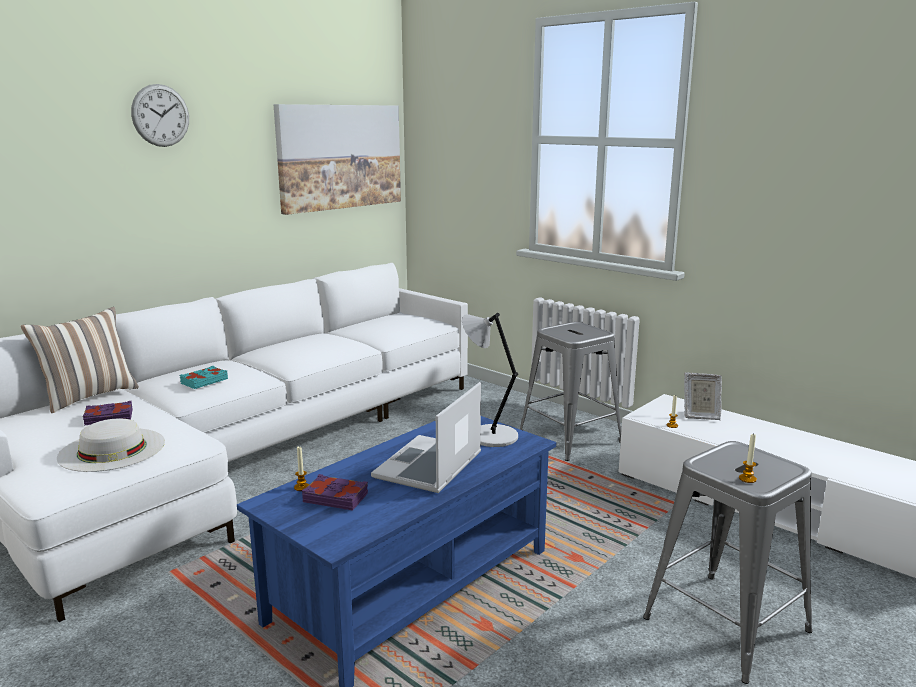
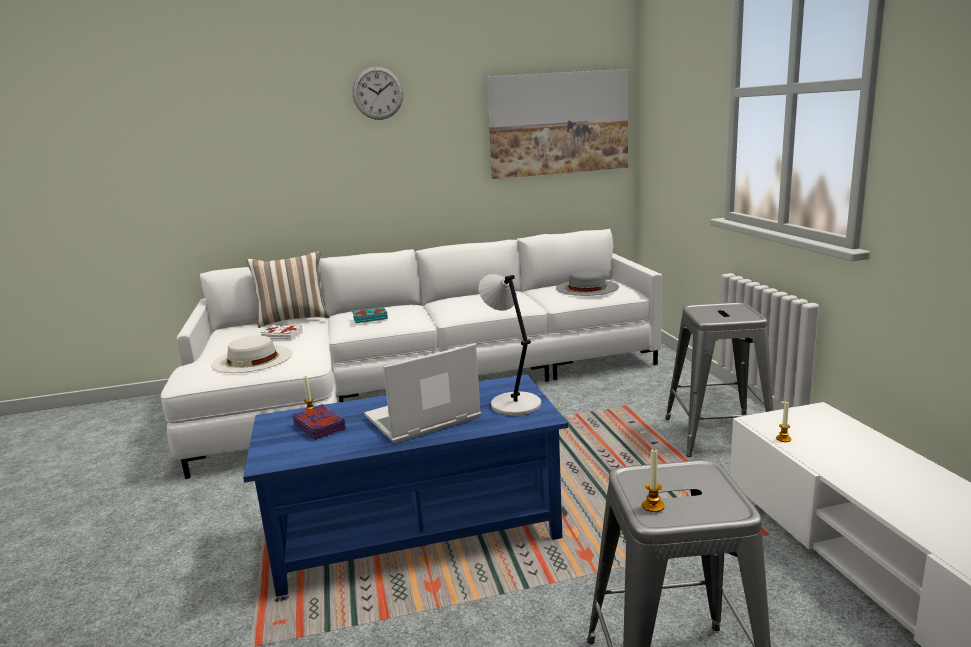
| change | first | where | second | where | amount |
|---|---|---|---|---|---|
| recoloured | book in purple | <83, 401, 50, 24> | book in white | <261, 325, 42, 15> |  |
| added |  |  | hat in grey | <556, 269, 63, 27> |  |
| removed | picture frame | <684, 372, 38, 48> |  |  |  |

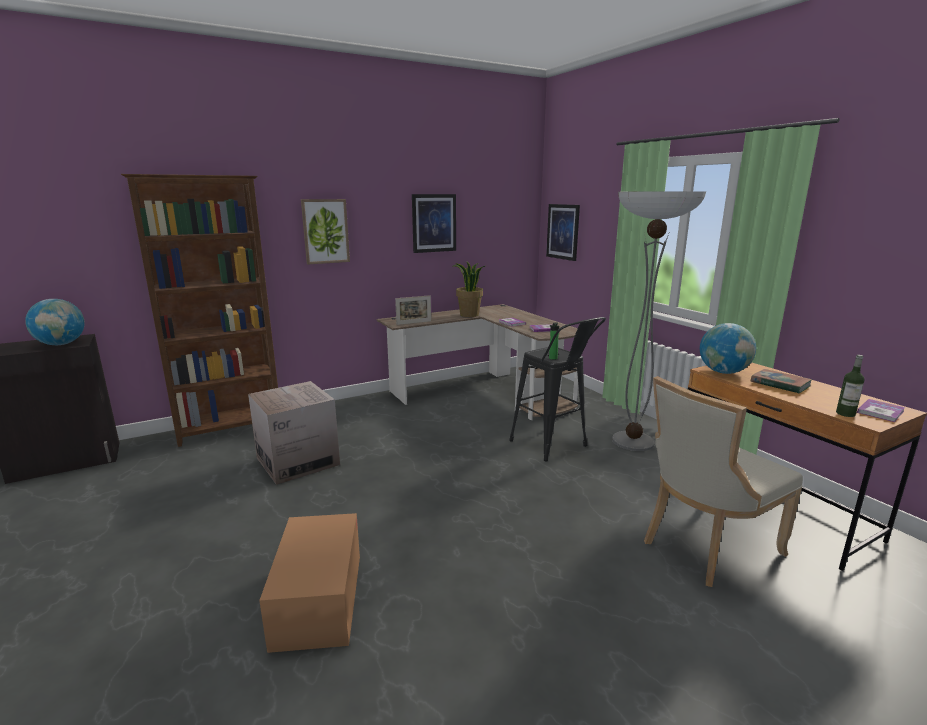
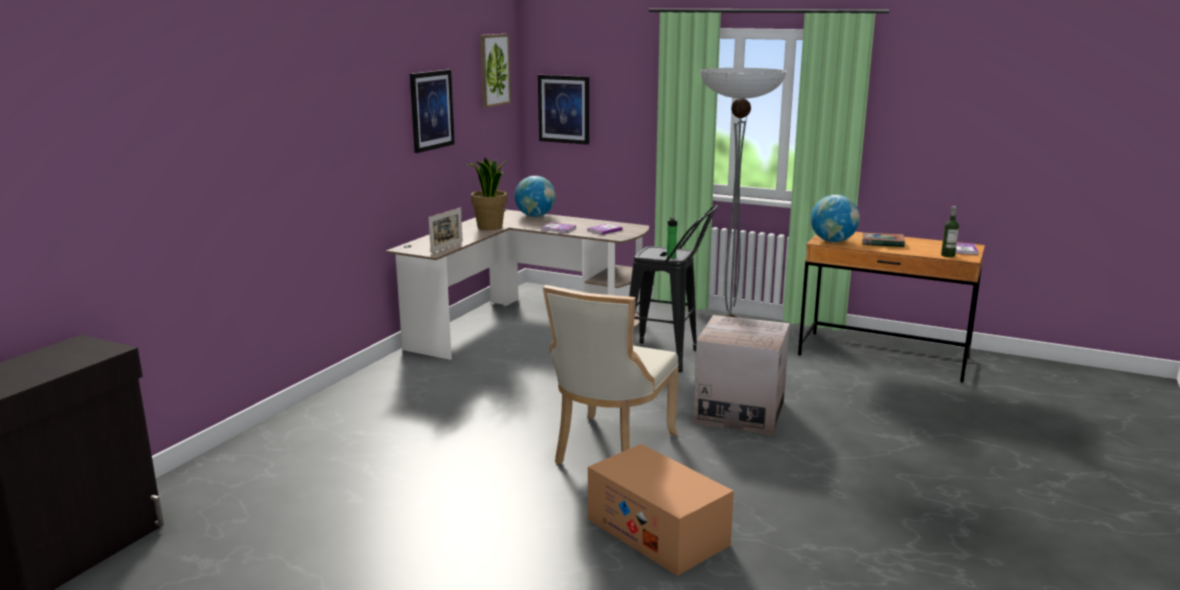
| change | first | where | second | where | amount |
|---|---|---|---|---|---|
| moved | picture | <301, 199, 49, 65> |  | <480, 34, 31, 74> |  |
| moved | globe | <25, 299, 60, 46> |  | <515, 176, 41, 41> |  |
| moved | chair in beige | <644, 376, 159, 211> |  | <543, 285, 136, 179> |  |
| moved | cardboard box | <248, 381, 92, 104> |  | <693, 315, 97, 120> |  |
| removed | bookcase in brown | <121, 174, 157, 273> |  |  |  |

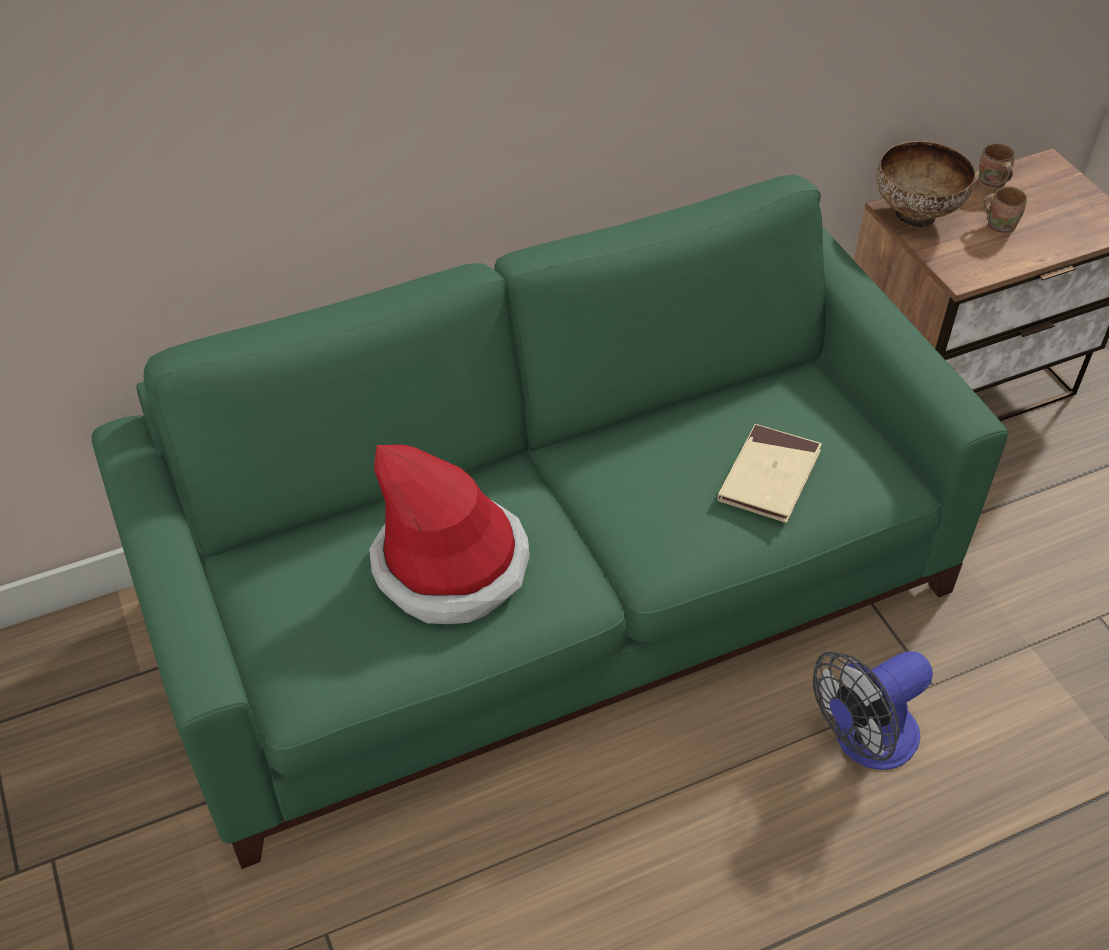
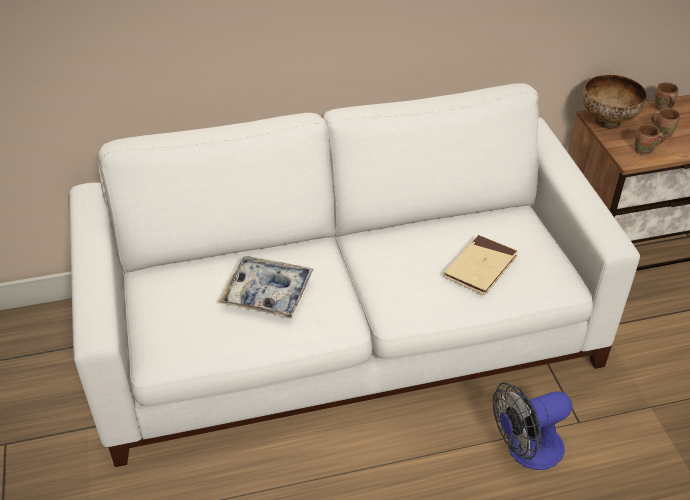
| change | first | where | second | where | amount |
|---|---|---|---|---|---|
| recoloured | sofa in green | <92, 174, 916, 695> | sofa in white | <69, 83, 571, 384> |  |
| replaced | hat | <369, 445, 161, 179> | tray | <218, 256, 96, 63> |  |
| added |  |  | mug in brown | <635, 124, 30, 31> |  |

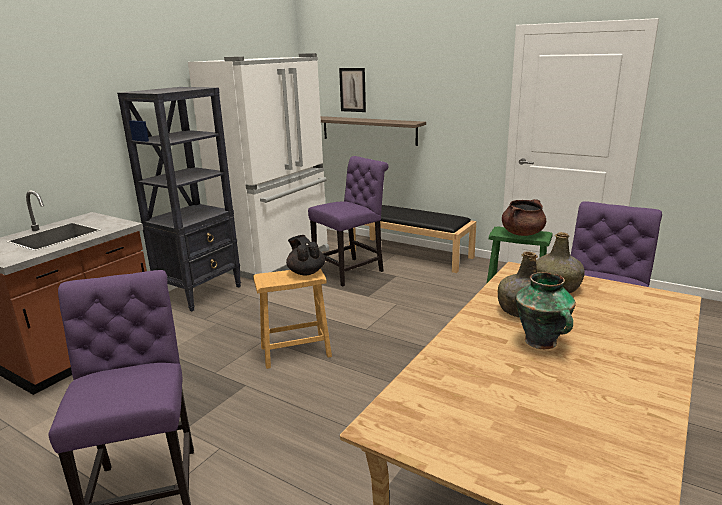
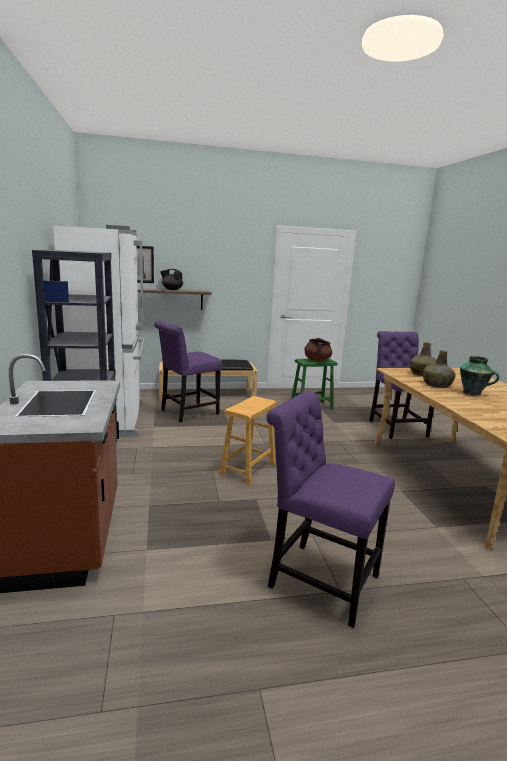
| change | first | where | second | where | amount |
|---|---|---|---|---|---|
| turned | chair in purple | <308, 156, 81, 131> |  | <154, 320, 68, 103> | 135 degrees counterclockwise |
| moved | teapot in black | <286, 235, 39, 40> |  | <160, 269, 23, 21> |  |

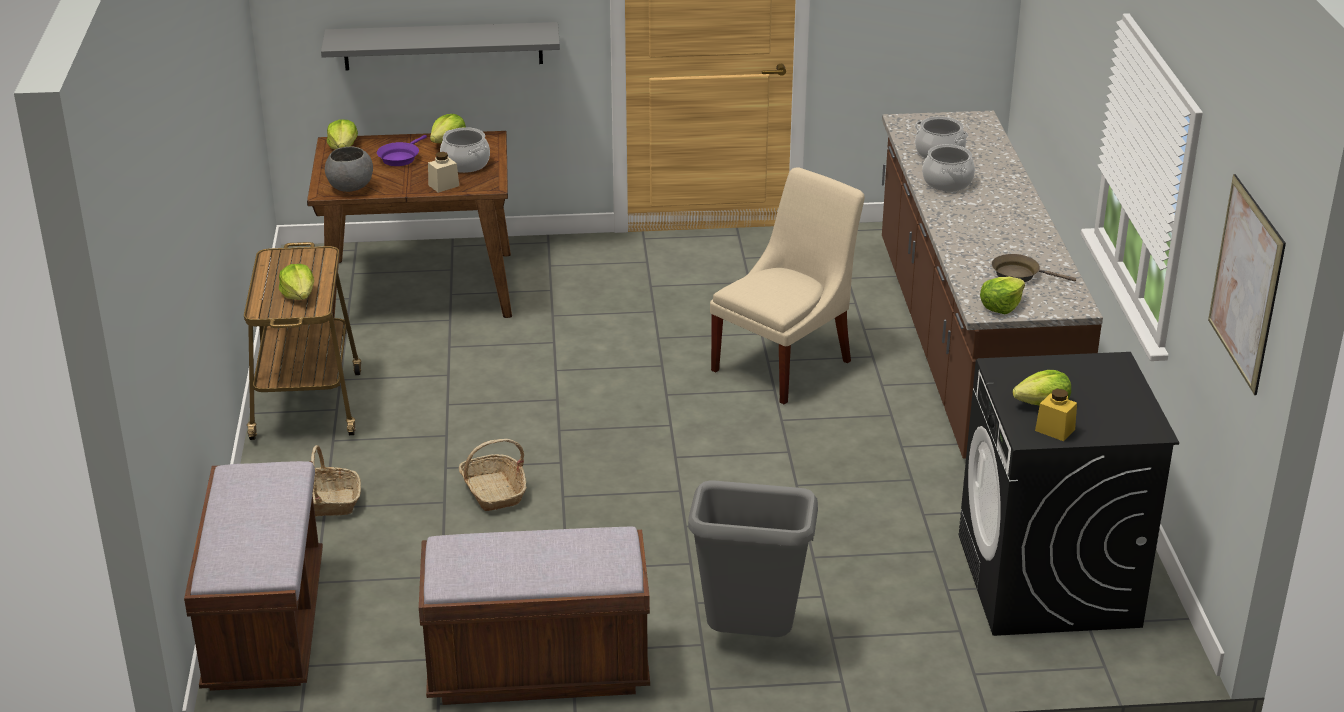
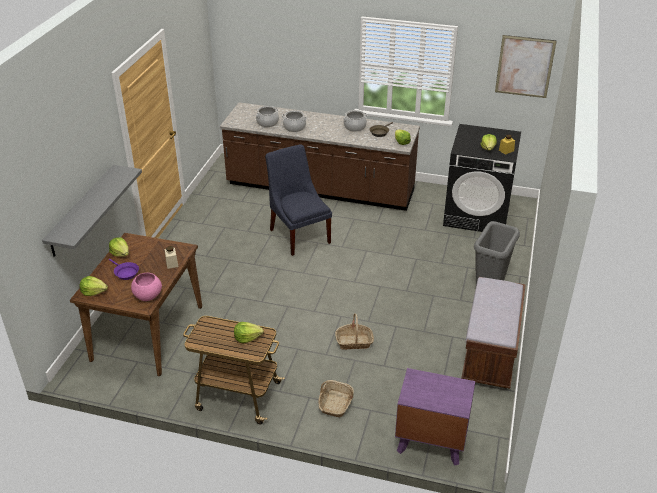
| change | first | where | second | where | amount |
|---|---|---|---|---|---|
| recoloured | bowl in grey | <325, 147, 48, 45> | bowl in pink | <131, 273, 31, 28> |  |
| recoloured | chair in beige | <710, 167, 155, 237> | chair in blue | <265, 144, 67, 112> |  |
| moved | cooking pot | <440, 127, 50, 46> |  | <343, 110, 24, 22> |  |
| replaced | bench in brown | <184, 461, 139, 230> | nightstand in purple | <395, 368, 80, 98> |  |

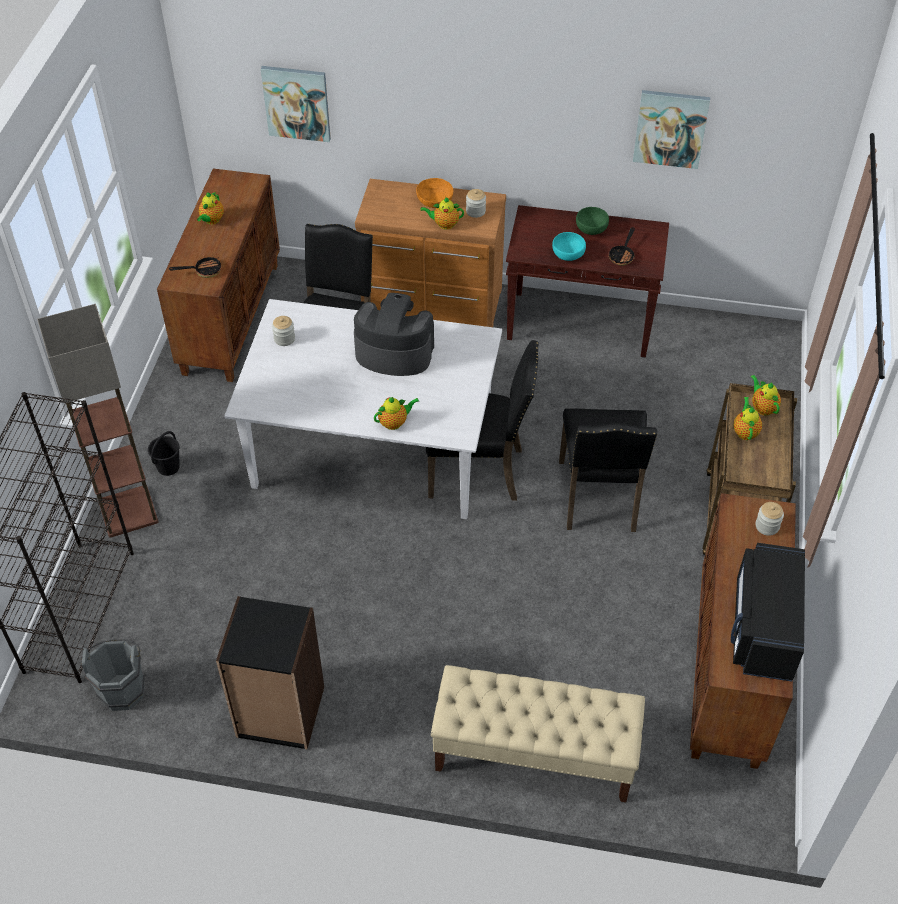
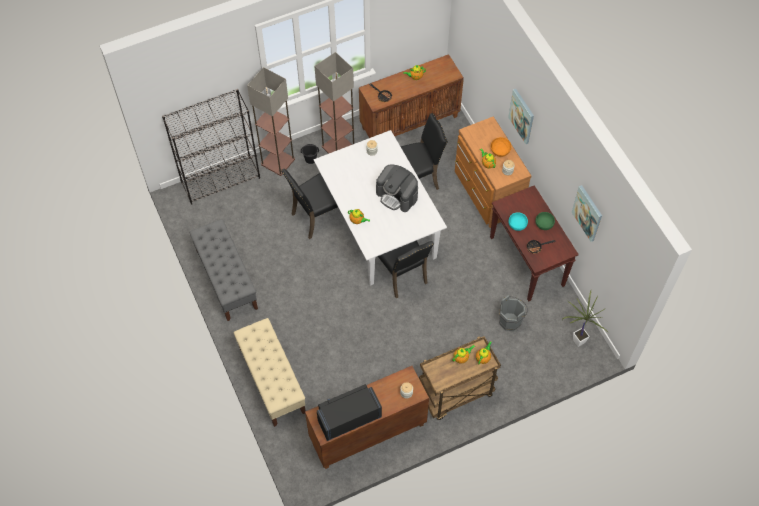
| change | first | where | second | where | amount |
|---|---|---|---|---|---|
| replaced | bookcase in black | <216, 596, 108, 153> | bench in grey | <189, 219, 69, 102> |  |
| moved | chair in black | <559, 408, 98, 124> |  | <281, 169, 57, 70> |  |
| added |  |  | floor lamp | <314, 52, 40, 102> |  |
| turned | coffee machine | <354, 293, 80, 83> |  | <376, 164, 42, 48> | 150 degrees clockwise |
| moved | bucket in grey | <81, 639, 64, 72> |  | <499, 295, 29, 36> |  |
| moved | picture | <261, 66, 70, 76> |  | <508, 89, 26, 55> |  |
| added |  |  | potted plant | <562, 290, 46, 57> |  |

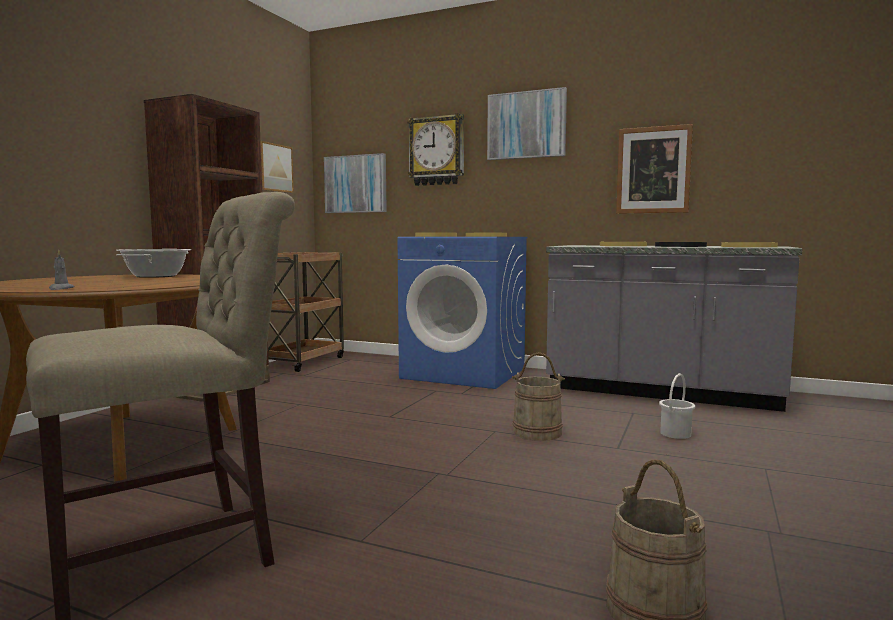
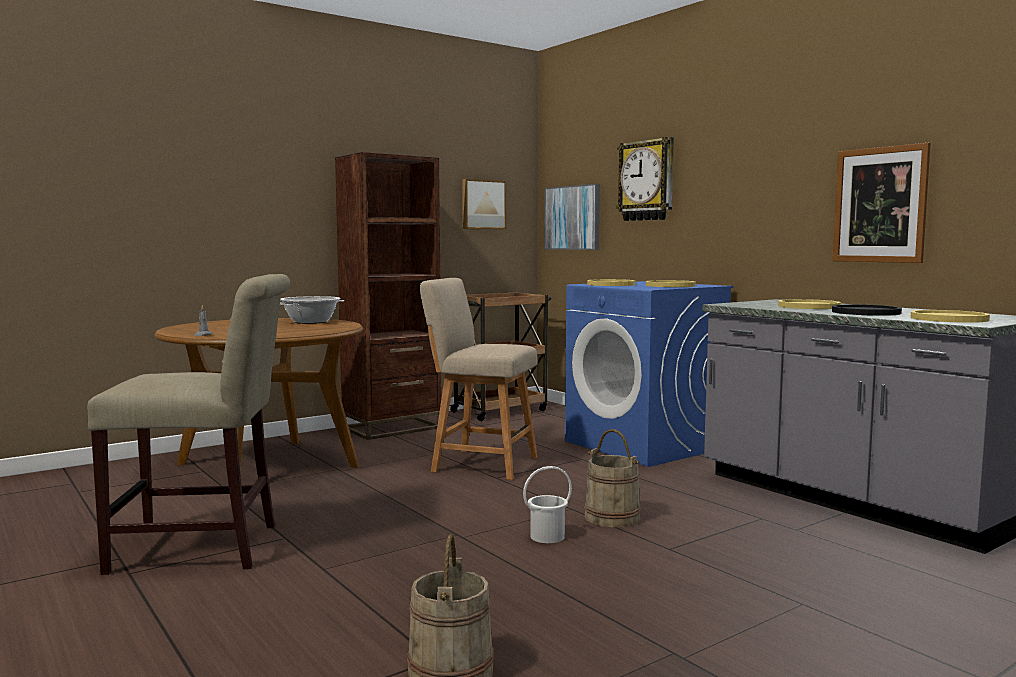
| change | first | where | second | where | amount |
|---|---|---|---|---|---|
| added |  |  | chair in beige | <420, 278, 118, 202> |  |
| moved | bucket in white | <659, 373, 36, 66> |  | <523, 466, 49, 77> |  |
| removed | picture | <487, 87, 80, 73> |  |  |  |

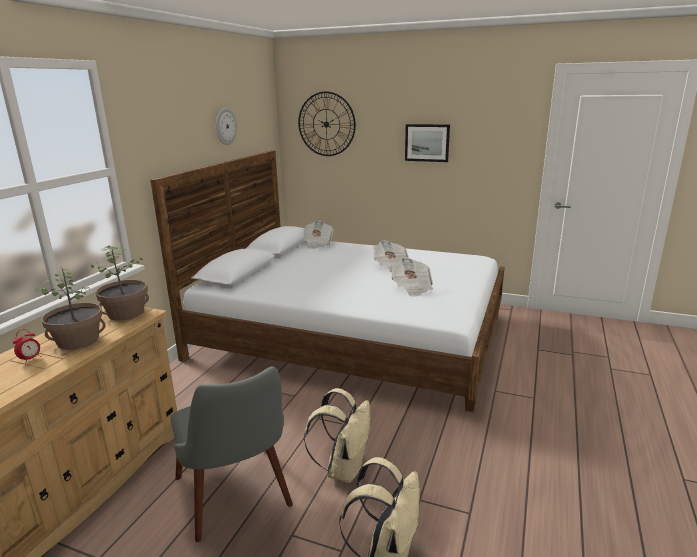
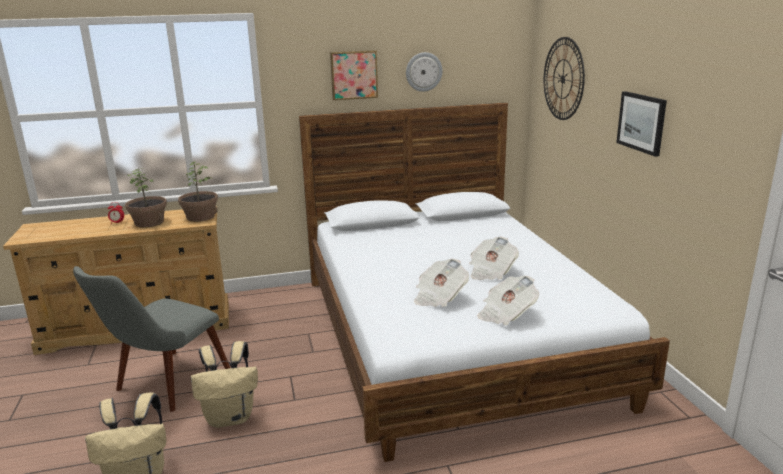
| change | first | where | second | where | amount |
|---|---|---|---|---|---|
| added |  |  | picture | <330, 50, 48, 50> |  |
| moved | newspaper | <303, 221, 31, 28> |  | <477, 276, 62, 49> |  |

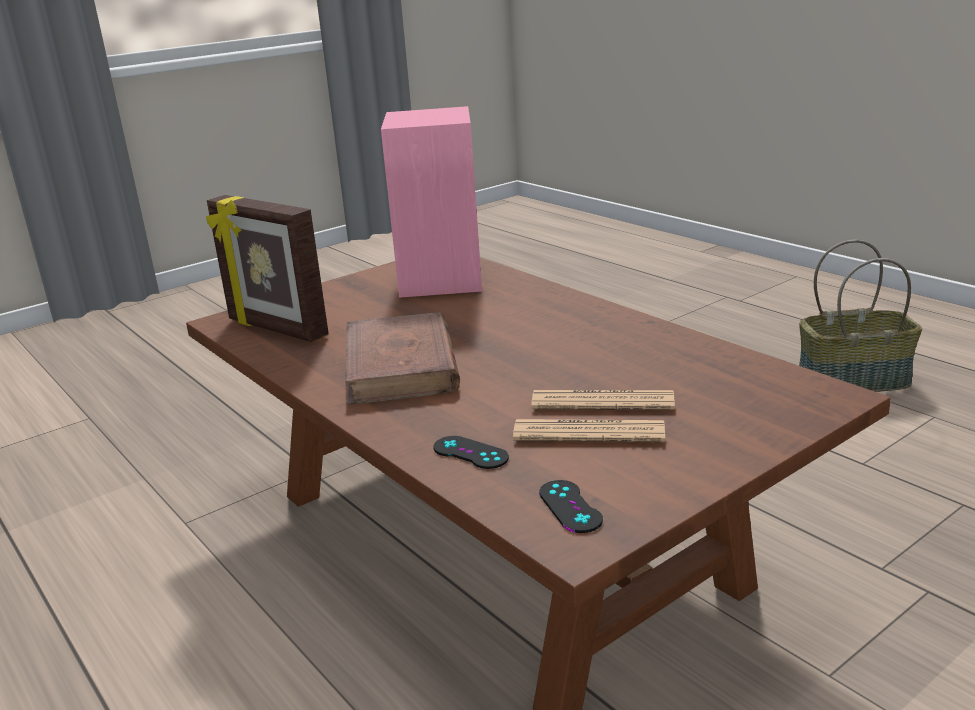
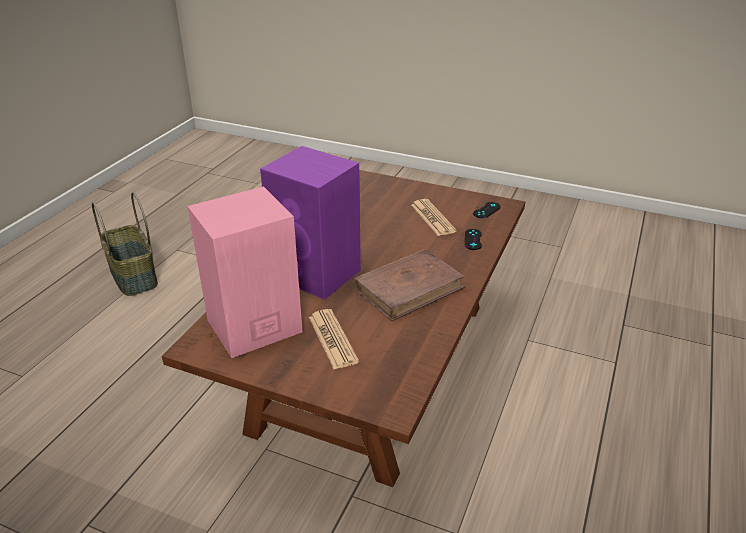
| change | first | where | second | where | amount |
|---|---|---|---|---|---|
| added |  |  | speaker in purple | <260, 146, 101, 154> |  |
| moved | newspaper | <531, 390, 144, 20> |  | <309, 309, 50, 60> |  |
| removed | picture frame | <206, 195, 123, 147> |  |  |  |

